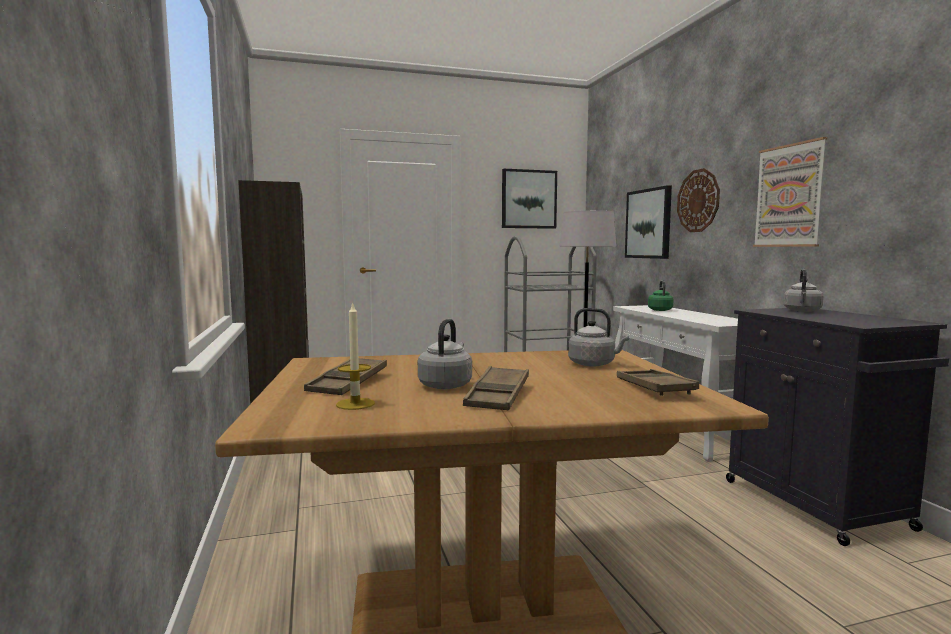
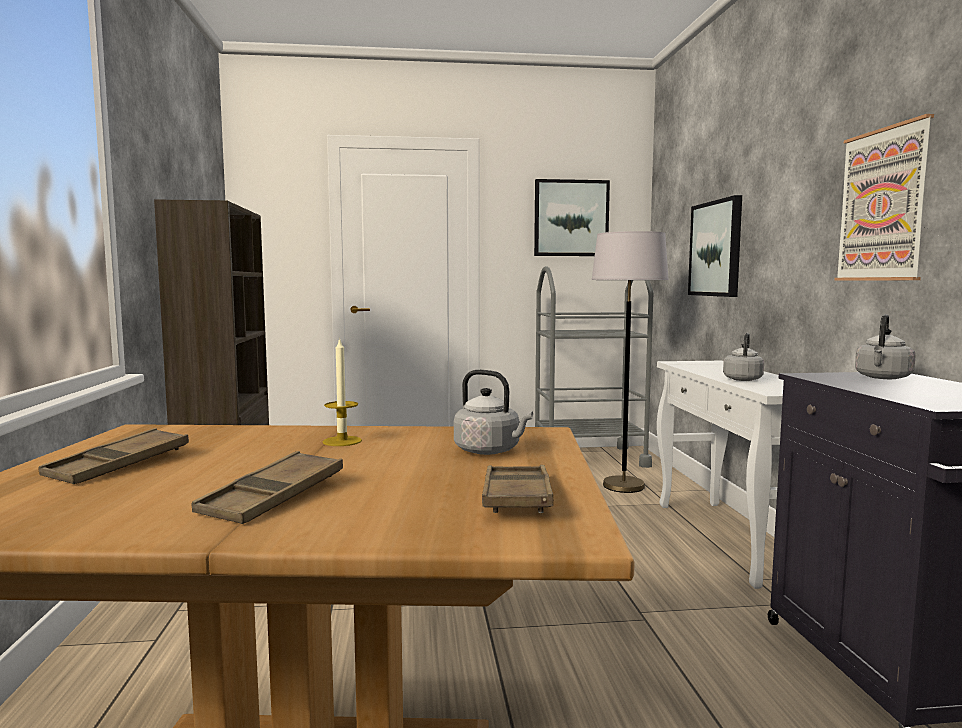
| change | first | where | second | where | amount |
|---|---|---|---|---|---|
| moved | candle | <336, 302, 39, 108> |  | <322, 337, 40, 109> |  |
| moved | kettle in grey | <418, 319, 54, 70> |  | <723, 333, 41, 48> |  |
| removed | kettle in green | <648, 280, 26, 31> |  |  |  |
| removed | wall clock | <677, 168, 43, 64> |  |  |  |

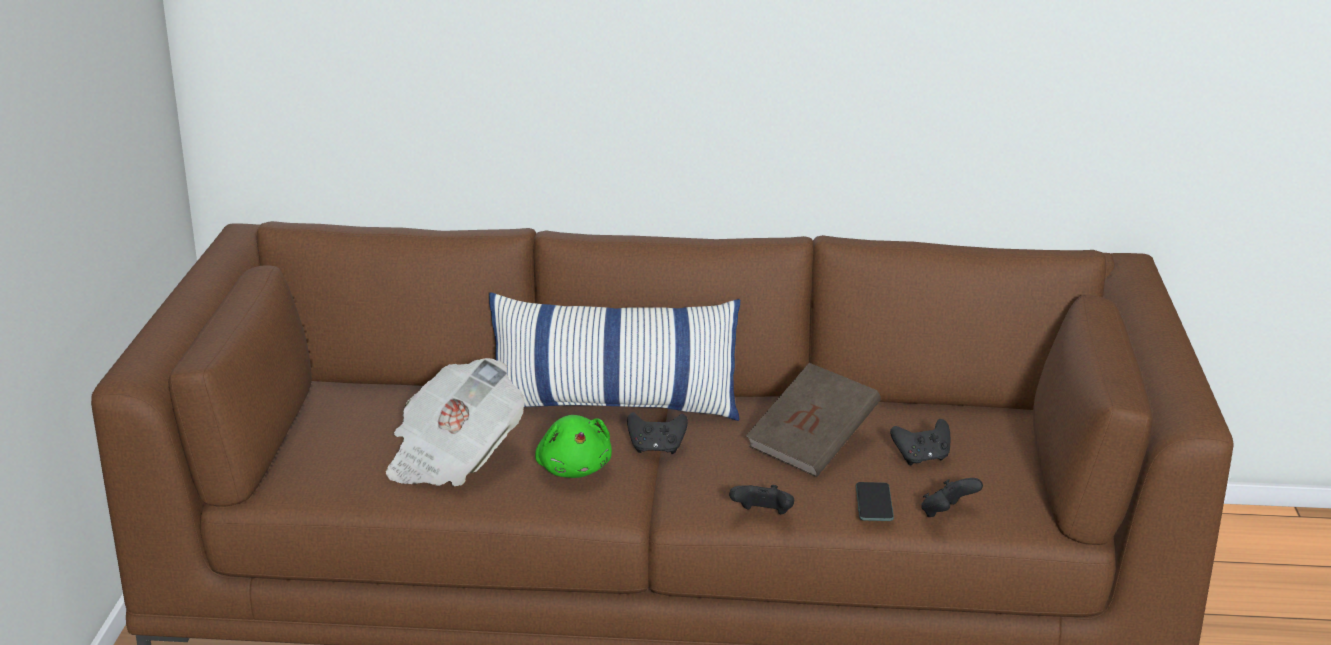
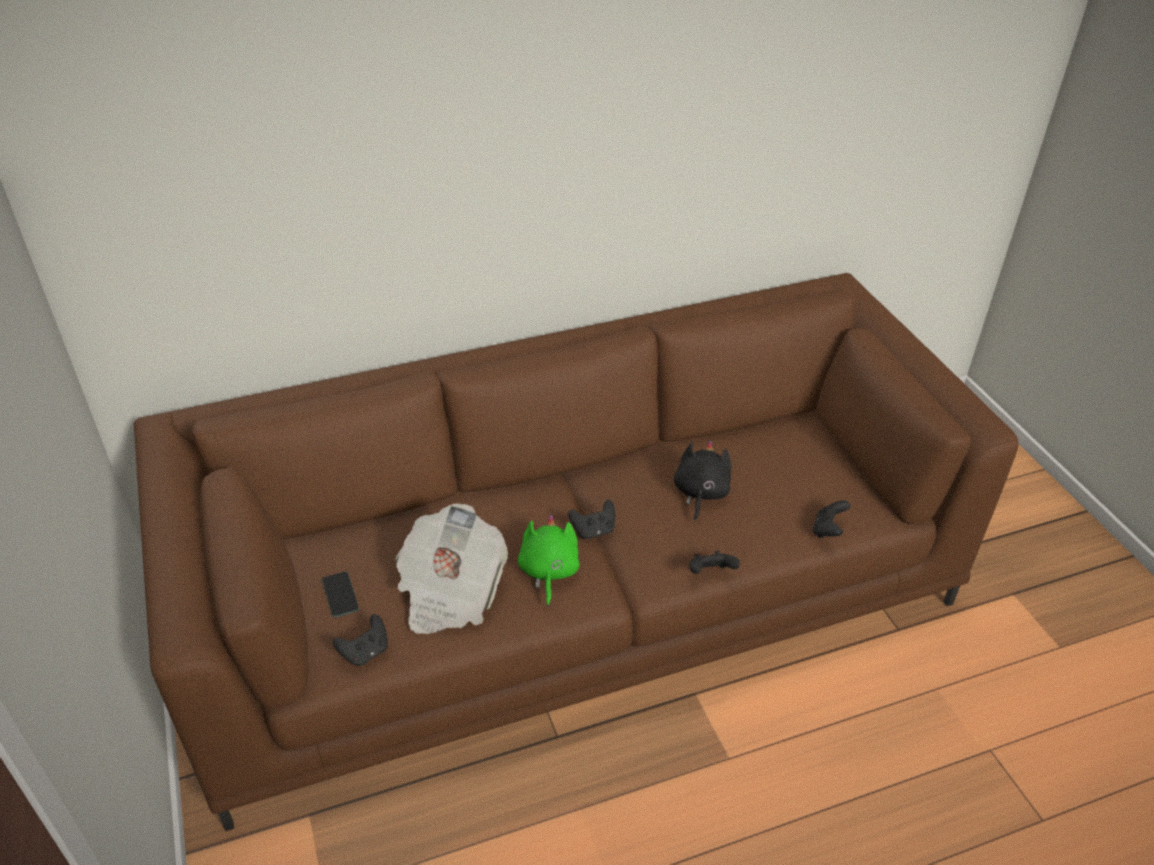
| change | first | where | second | where | amount |
|---|---|---|---|---|---|
| moved | phone | <856, 482, 38, 39> |  | <322, 572, 37, 46> |  |
| moved | game controller in black | <890, 419, 60, 46> |  | <333, 614, 55, 52> |  |
| turned | plush toy in green | <535, 415, 77, 63> |  | <518, 515, 62, 91> | 135 degrees counterclockwise |
| replaced | book in brown | <746, 363, 135, 114> | plush toy in black | <674, 440, 57, 81> |  |
| removed | pillow | <489, 293, 251, 128> |  |  |  |

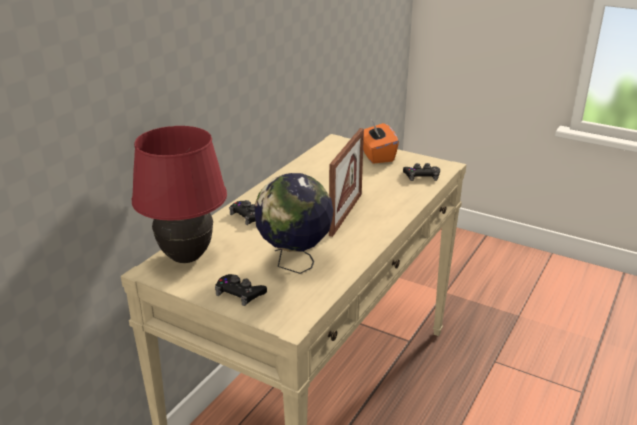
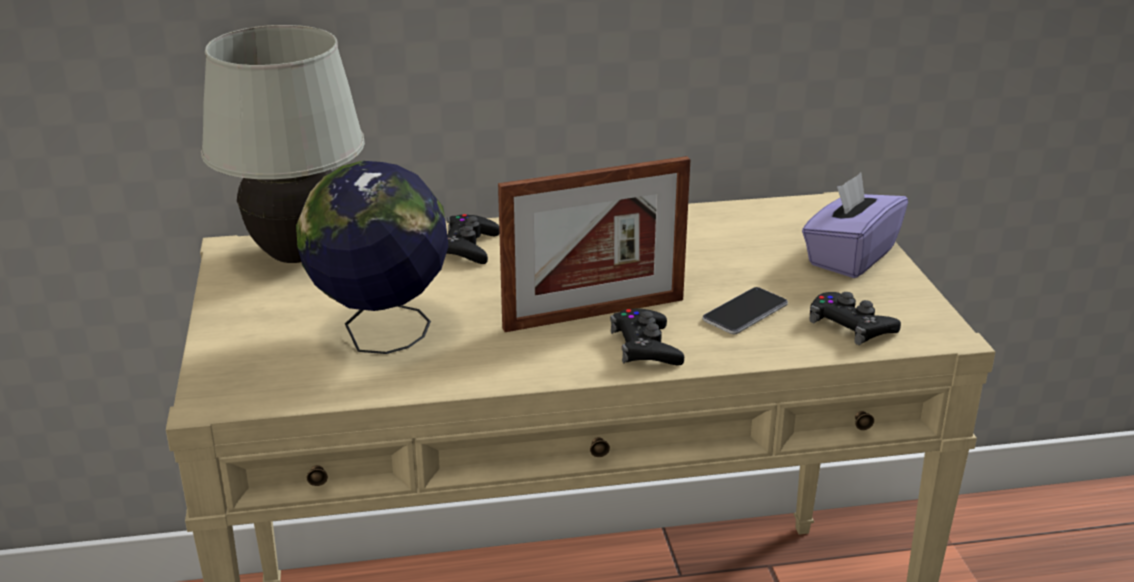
| change | first | where | second | where | amount |
|---|---|---|---|---|---|
| recoloured | table lamp in red | <132, 126, 95, 137> | table lamp in white | <201, 25, 164, 238> |  |
| moved | game controller in black | <215, 274, 52, 32> |  | <610, 309, 74, 57> |  |
| added |  |  | phone | <703, 287, 85, 47> |  |
| recoloured | tissue box in orange | <363, 118, 36, 46> | tissue box in purple | <802, 173, 106, 105> |  |

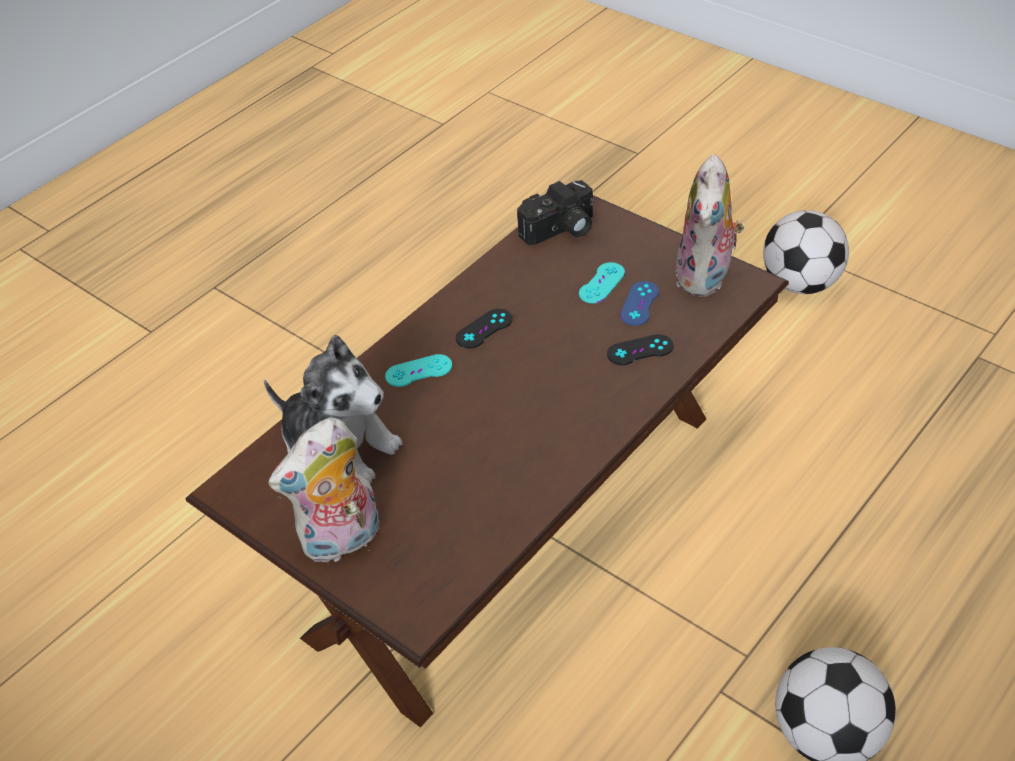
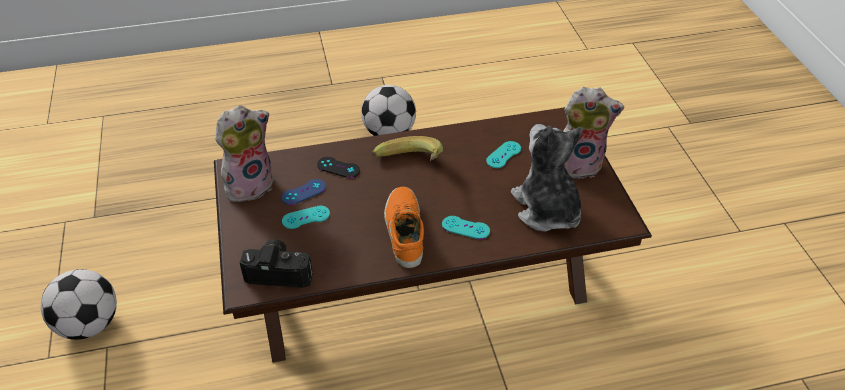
| change | first | where | second | where | amount |
|---|---|---|---|---|---|
| added |  |  | banana | <372, 136, 71, 25> |  |
| replaced | game controller in black | <455, 309, 57, 39> | shoe in orange | <384, 187, 40, 81> |  |
| added |  |  | game controller in turquoise | <486, 141, 35, 27> |  |

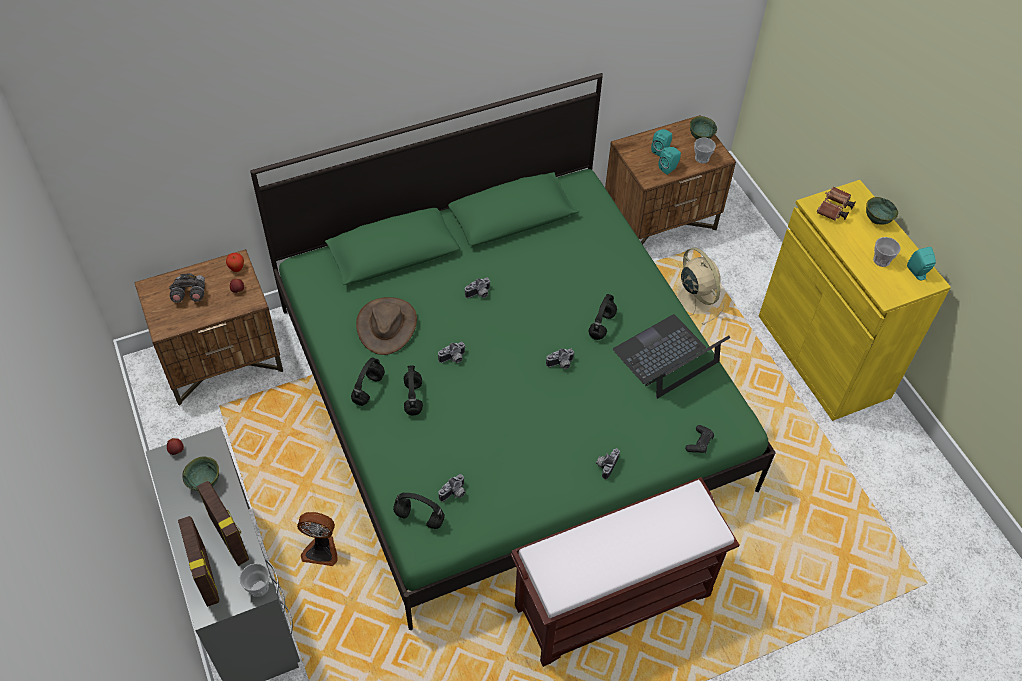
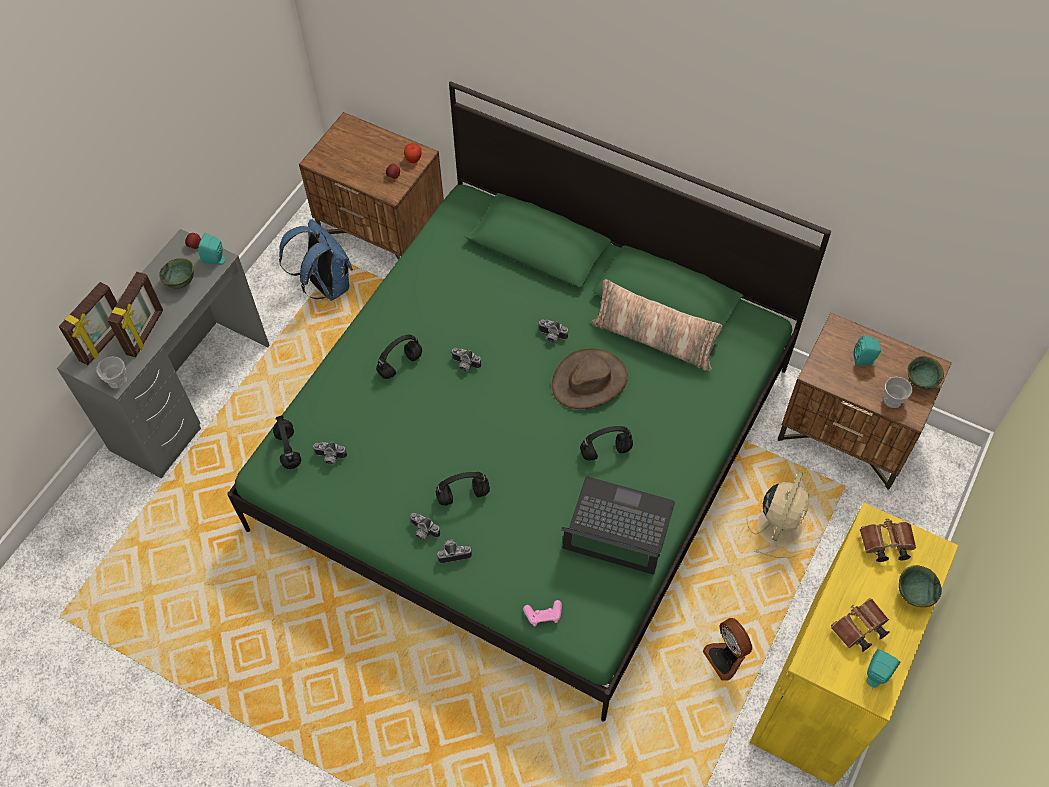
| change | first | where | second | where | amount |
|---|---|---|---|---|---|
| moved | speaker in turquoise | <658, 147, 23, 28> |  | <198, 233, 28, 32> |  |
| added |  |  | backpack in blue | <279, 219, 74, 82> |  |
| moved | photo camera | <546, 348, 29, 21> |  | <410, 513, 30, 27> |  |
| moved | headphones in black | <351, 358, 34, 48> |  | <436, 472, 54, 34> |  |
| recoloured | game controller in black | <685, 425, 29, 28> | game controller in pink | <523, 600, 39, 26> |  |
| moved | hat in brown | <356, 297, 61, 58> |  | <552, 348, 76, 61> |  |
| added |  |  | pillow | <591, 279, 132, 92> |  |
| moved | fan | <297, 512, 40, 54> |  | <702, 618, 50, 62> |  |
| replaced | cup | <873, 237, 28, 30> | binoculars in brown | <831, 598, 59, 54> |  |
| removed | binoculars in grey | <169, 273, 36, 30> |  |  |  |
| removed | bench in brown | <511, 477, 228, 190> |  |  |  |

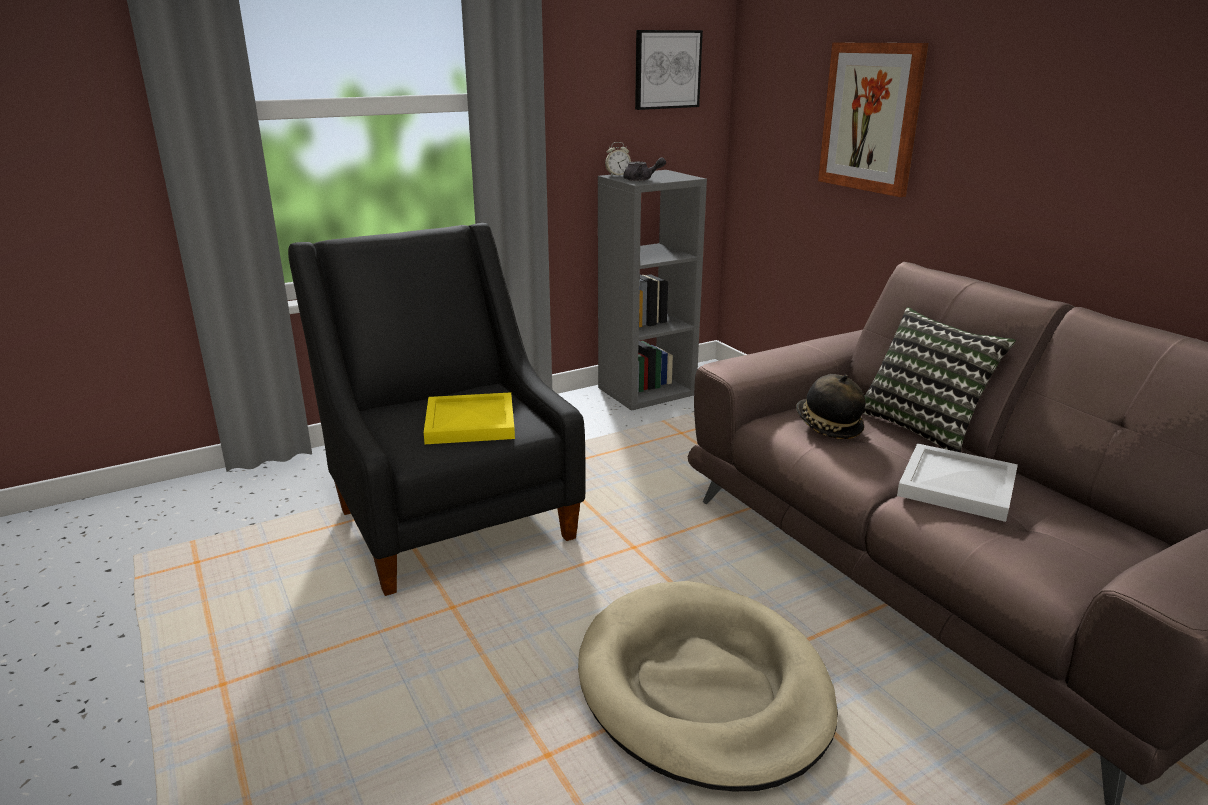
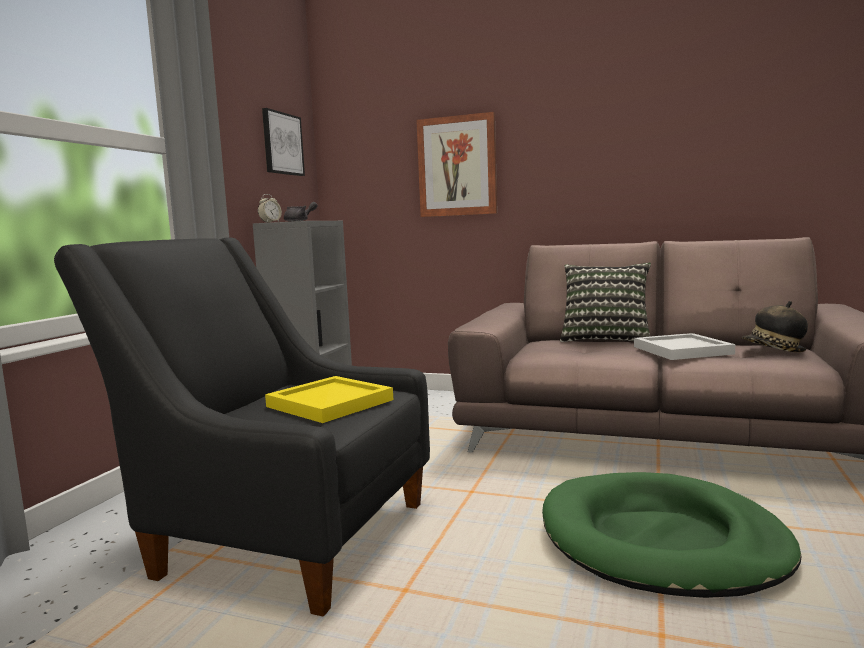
| change | first | where | second | where | amount |
|---|---|---|---|---|---|
| recoloured | dog bed in beige | <578, 581, 260, 210> | dog bed in green | <542, 472, 259, 126> |  |
| moved | hat | <796, 374, 69, 65> |  | <741, 301, 67, 51> |  |

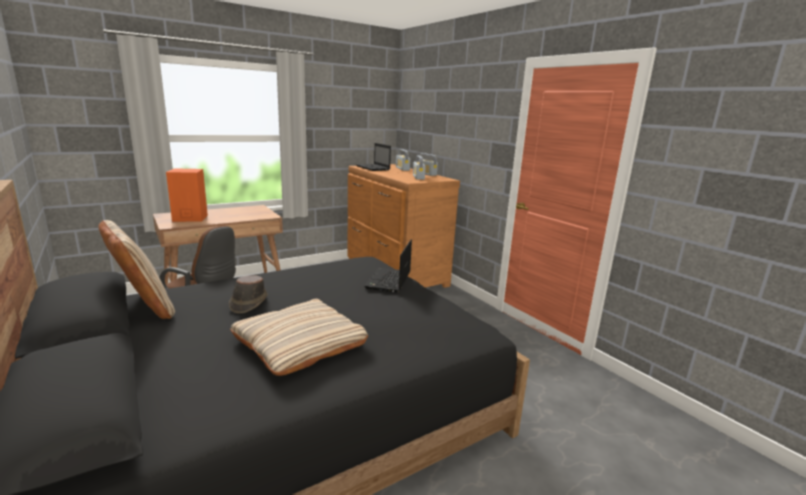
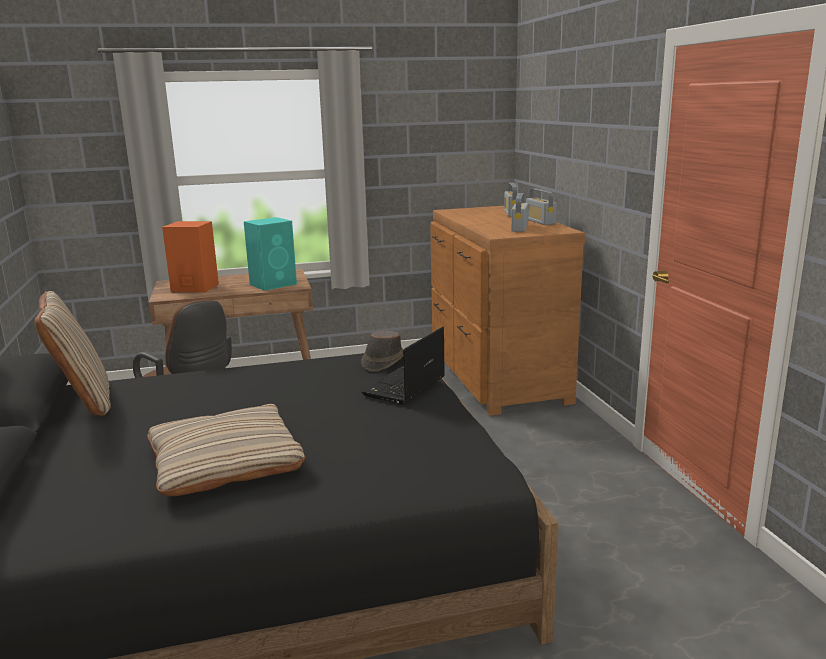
| change | first | where | second | where | amount |
|---|---|---|---|---|---|
| added |  |  | speaker in turquoise | <244, 217, 53, 74> |  |
| moved | hat in brown | <229, 275, 39, 38> |  | <362, 331, 41, 41> |  |
| removed | laptop | <356, 143, 35, 28> |  |  |  |

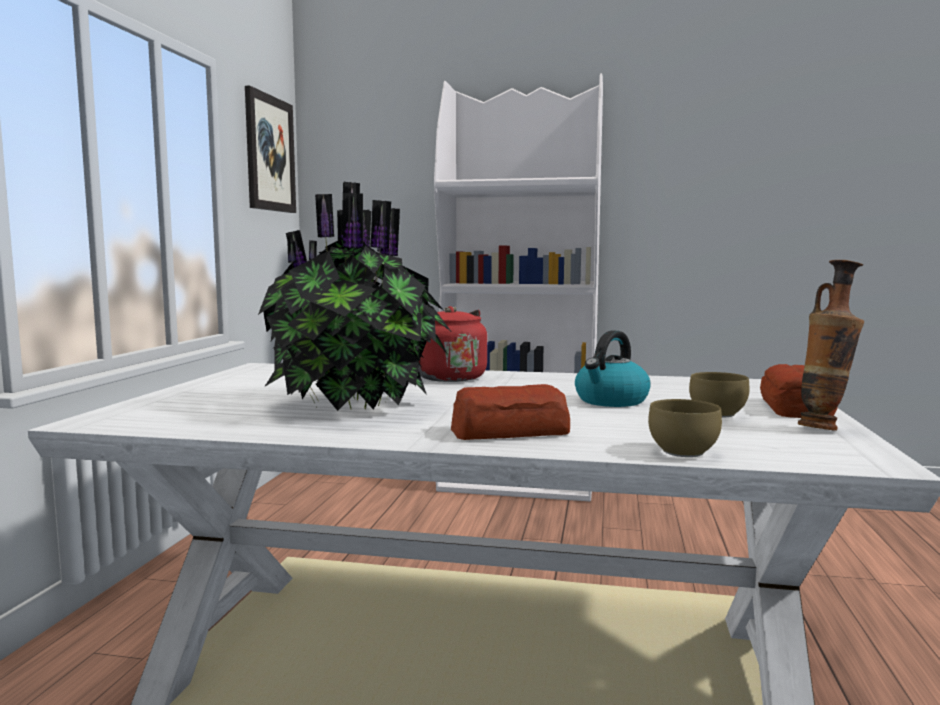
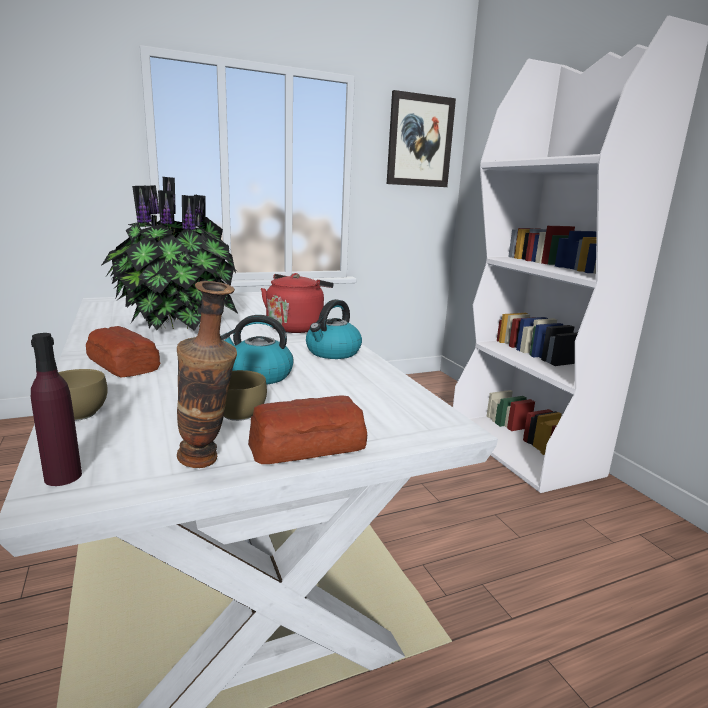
| change | first | where | second | where | amount |
|---|---|---|---|---|---|
| added |  |  | bottle in purple | <31, 333, 51, 153> |  |
| added |  |  | kettle | <306, 299, 56, 60> |  |

